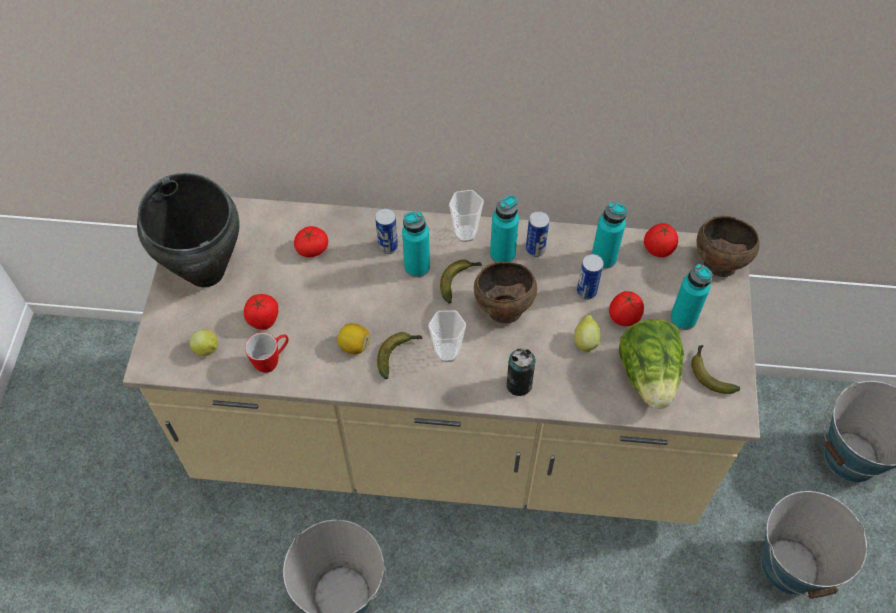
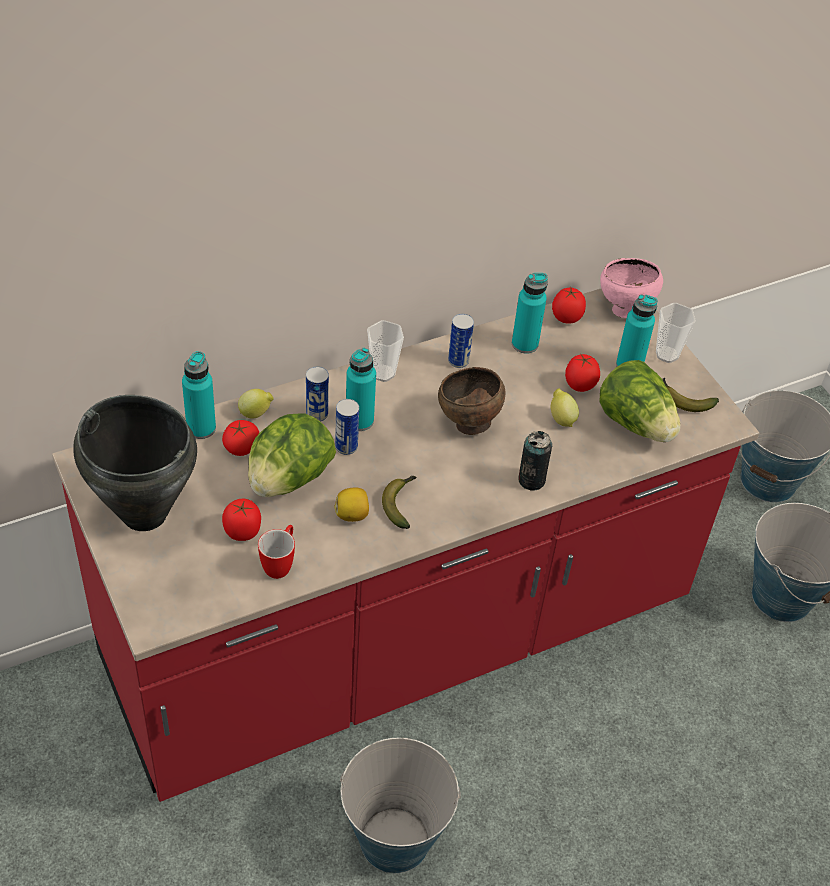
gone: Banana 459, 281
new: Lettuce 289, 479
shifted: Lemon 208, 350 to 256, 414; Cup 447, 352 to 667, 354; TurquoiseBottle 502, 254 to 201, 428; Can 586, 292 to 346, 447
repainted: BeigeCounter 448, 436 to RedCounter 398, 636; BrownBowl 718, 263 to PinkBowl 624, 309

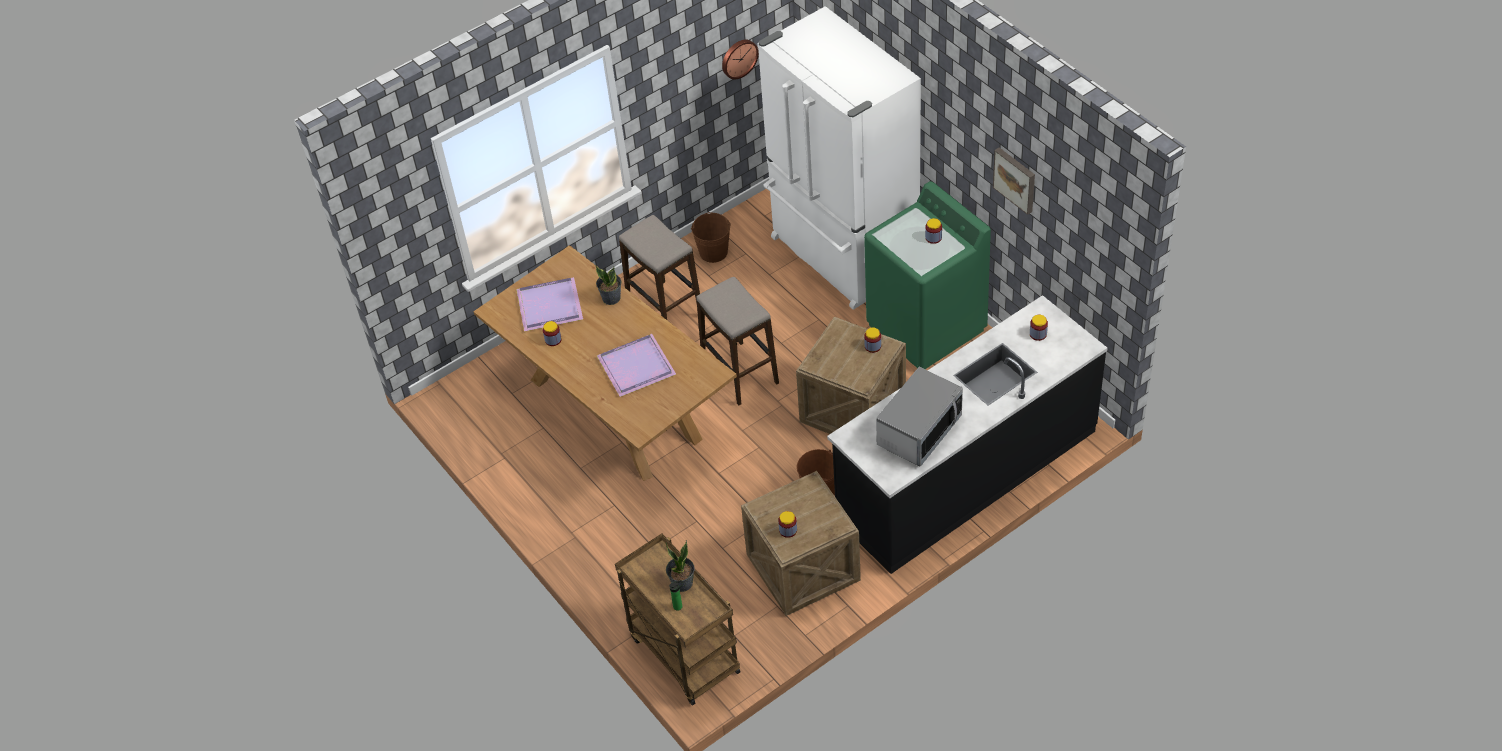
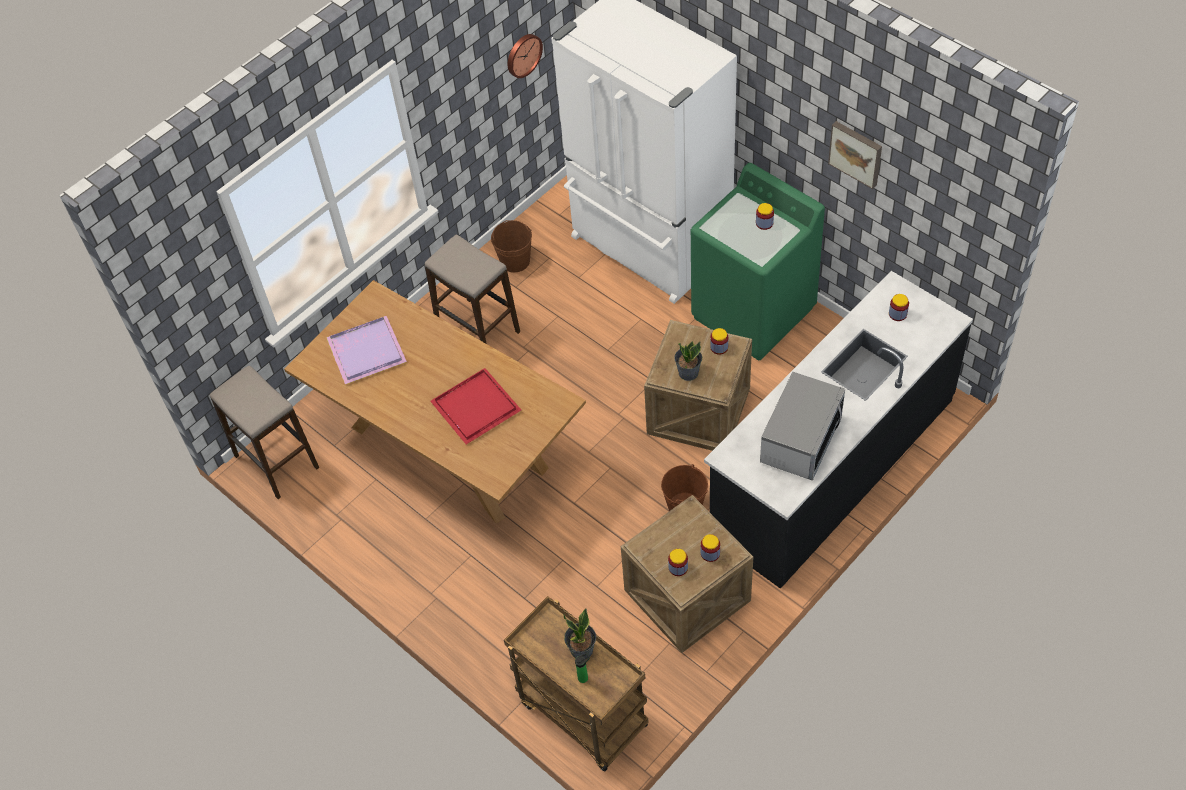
shifted: Jar 553, 340 to 710, 553; PottedPlant 611, 298 to 688, 372; Stool 740, 373 to 276, 461
repainted: PurpleTray 634, 366 to RedTray 474, 407

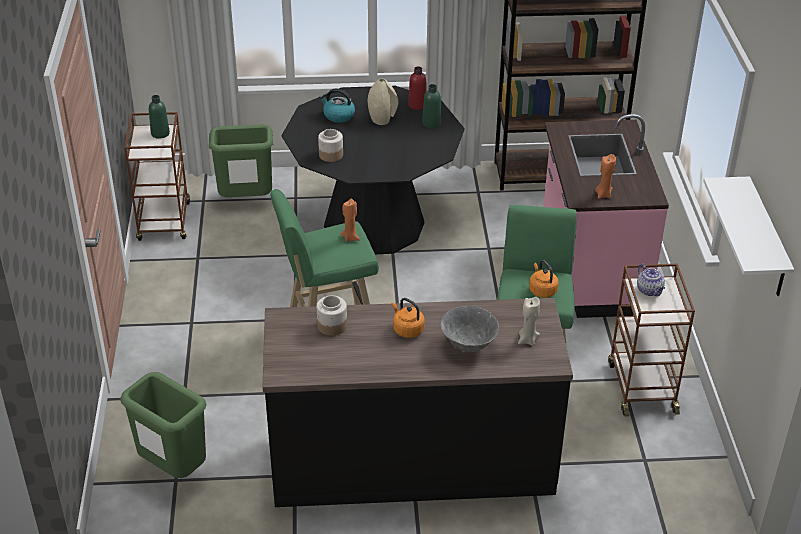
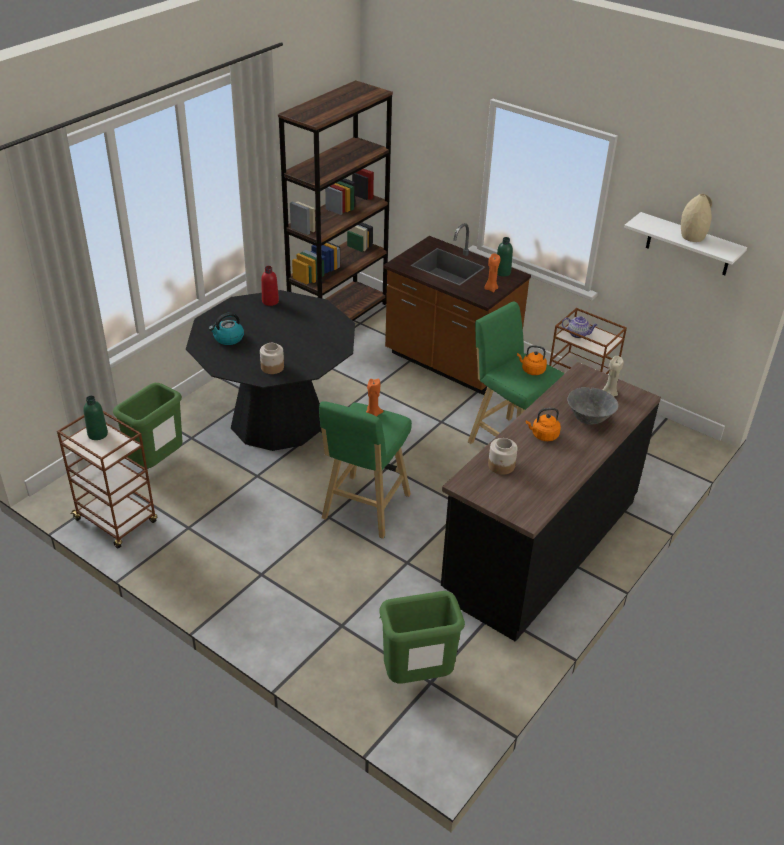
shifted: BeigeVase 382, 119 to 692, 237; GreenBottle 431, 123 to 502, 272
repainted: PinkCounter 590, 271 to BrownCounter 449, 364

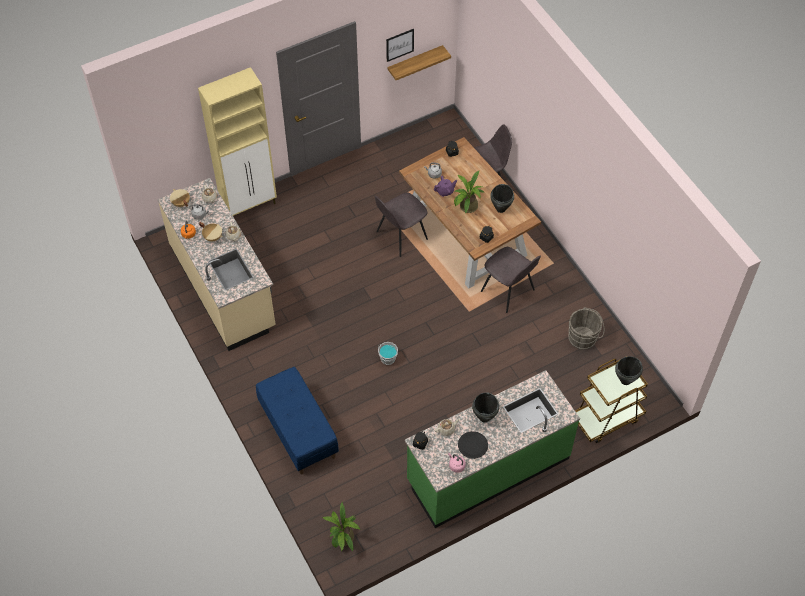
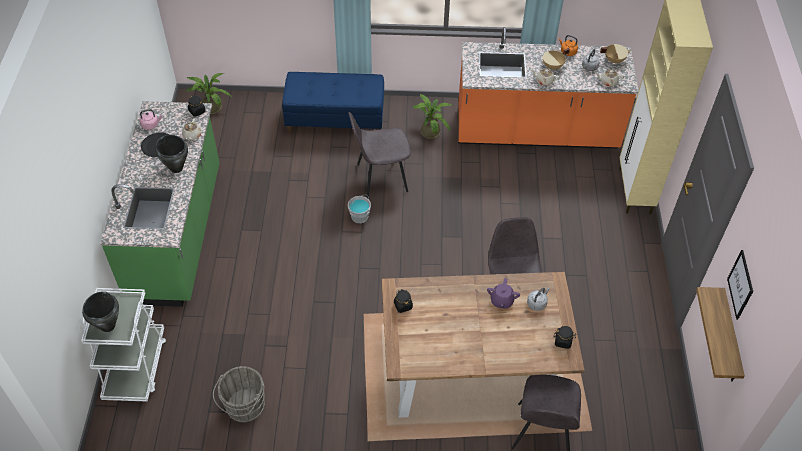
gone: BlackCookingPot 501, 209
shifted: PottedPlant 466, 208 to 430, 131; GreyChair 508, 291 to 380, 178
repainted: BeigeCounter 223, 287 to OrangeCounter 536, 132; BrownCart 606, 417 to WhiteCart 135, 367

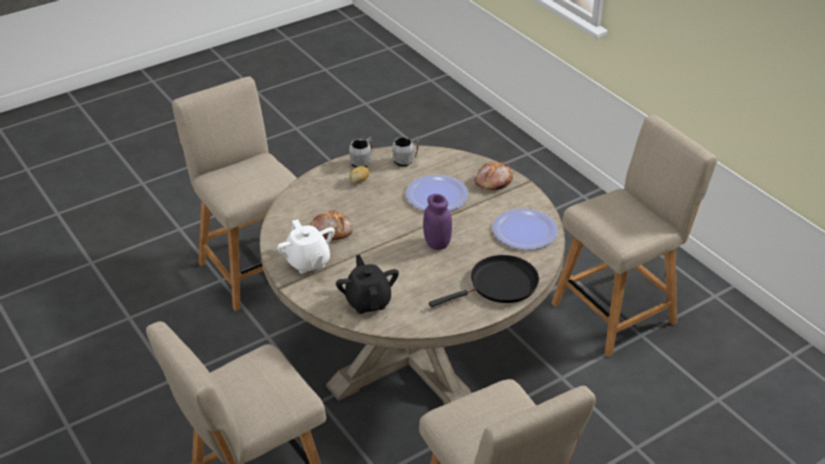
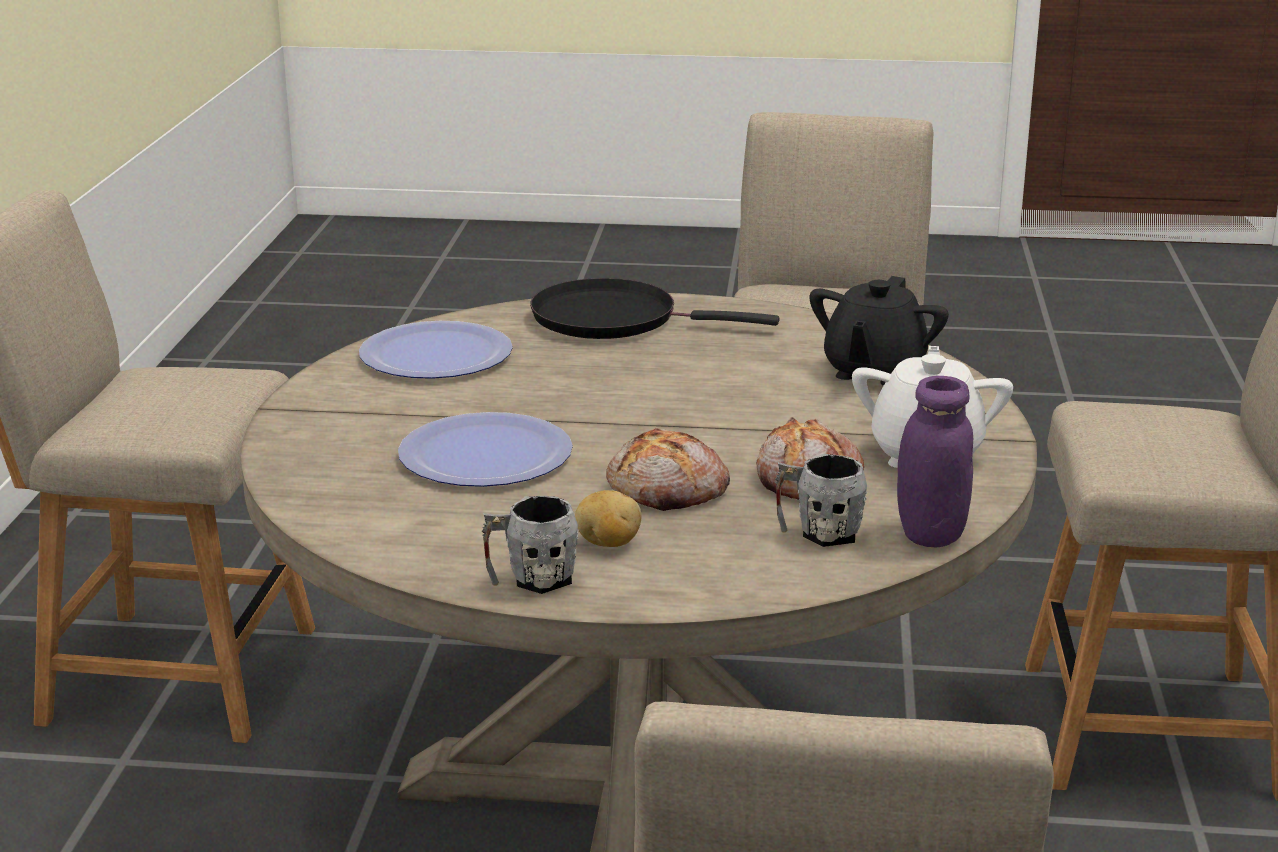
shifted: GreyMug 406, 160 to 819, 533; PurpleJar 437, 243 to 930, 534; Bread 493, 181 to 669, 490

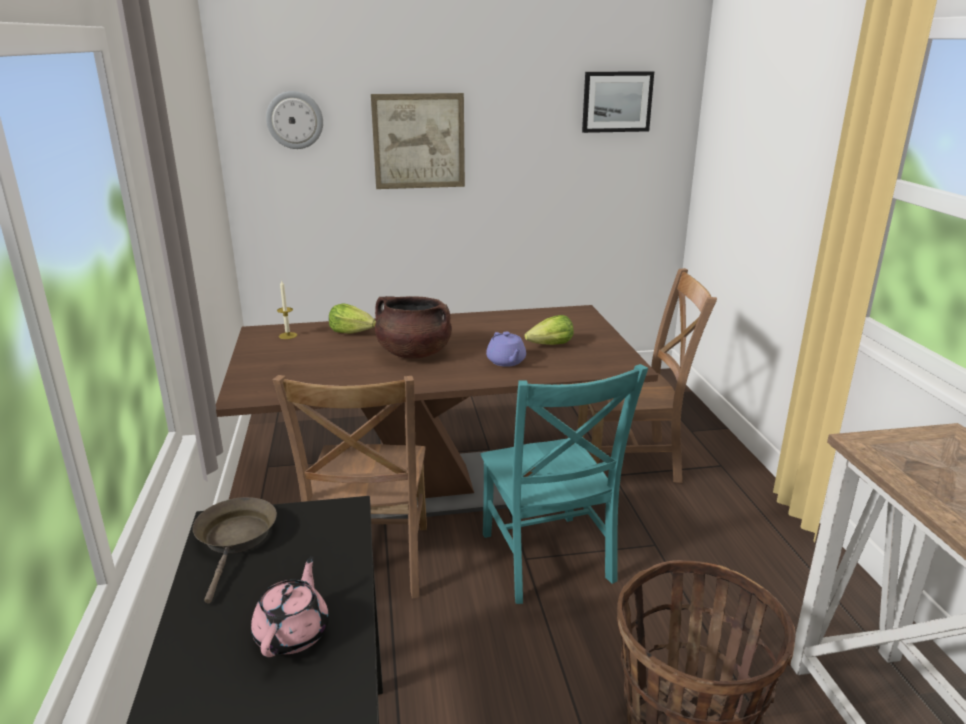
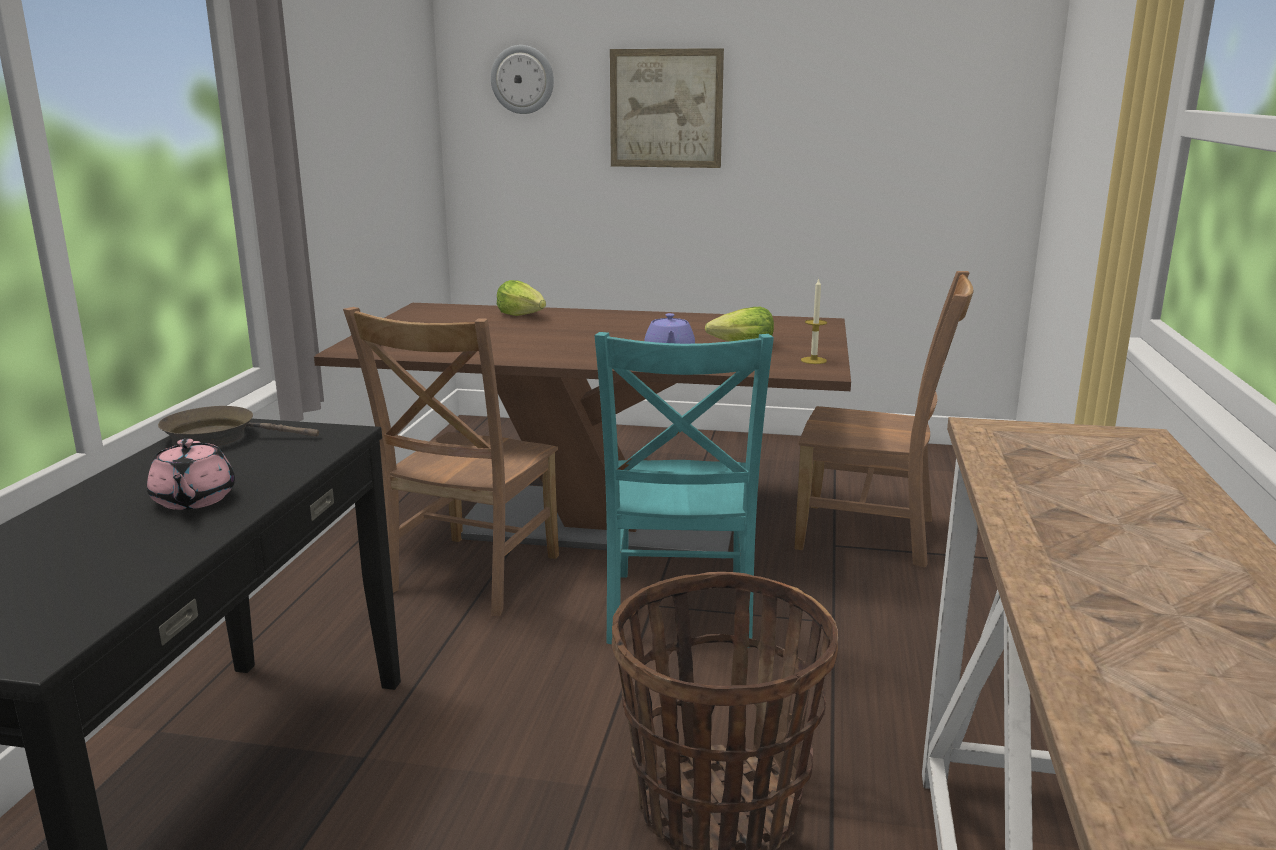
gone: BrownCookingPot 413, 353; Picture 617, 102
shifted: Candle 288, 335 to 813, 360
rotated: BrownFryingPan 236, 539 = 218, 437 105 degrees counterclockwise; PinkTeapot 293, 632 = 193, 500 135 degrees clockwise

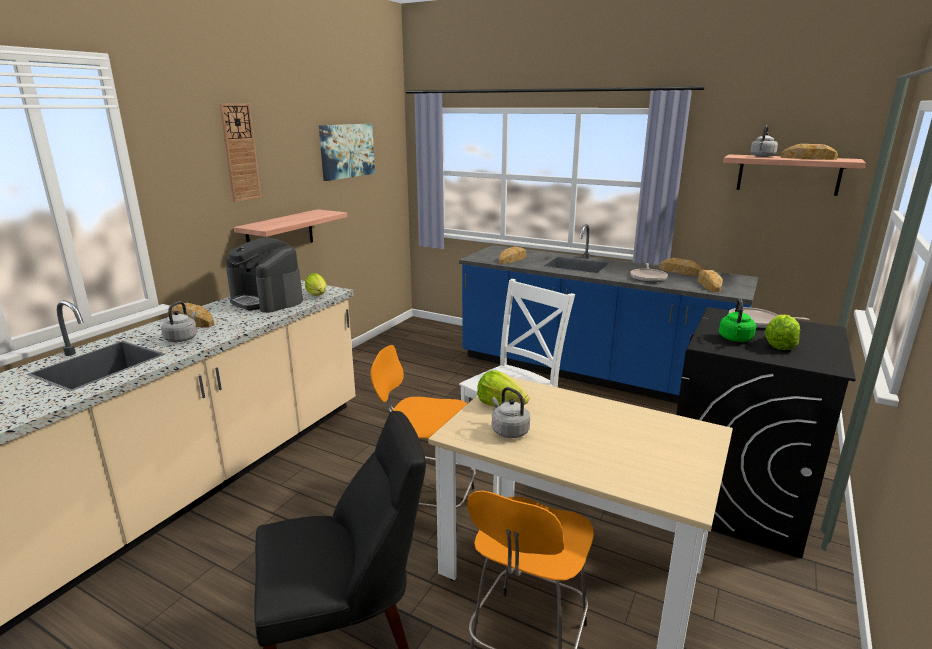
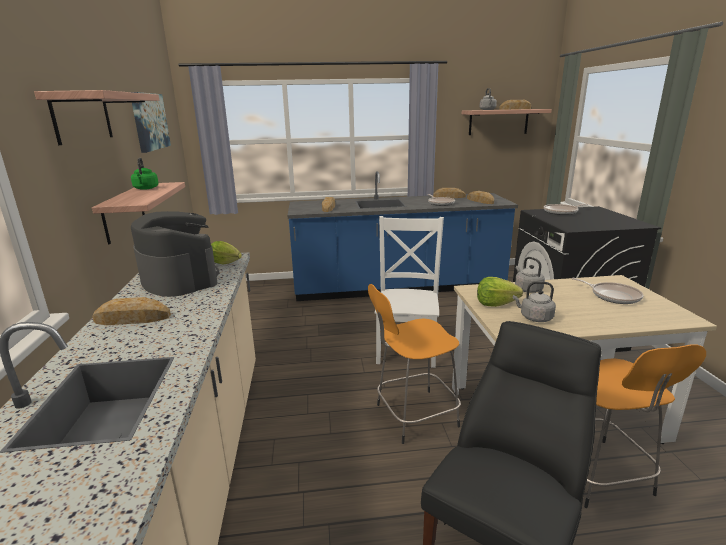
gone: Lettuce 780, 345
new: FryingPan 612, 296
shifted: GreyKettle 182, 338 to 527, 289; GreenKettle 735, 339 to 146, 188
swapped: WallClock 240, 152 to Shelf 82, 117
rotated: CoffeeMachine 267, 300 = 179, 279 135 degrees counterclockwise

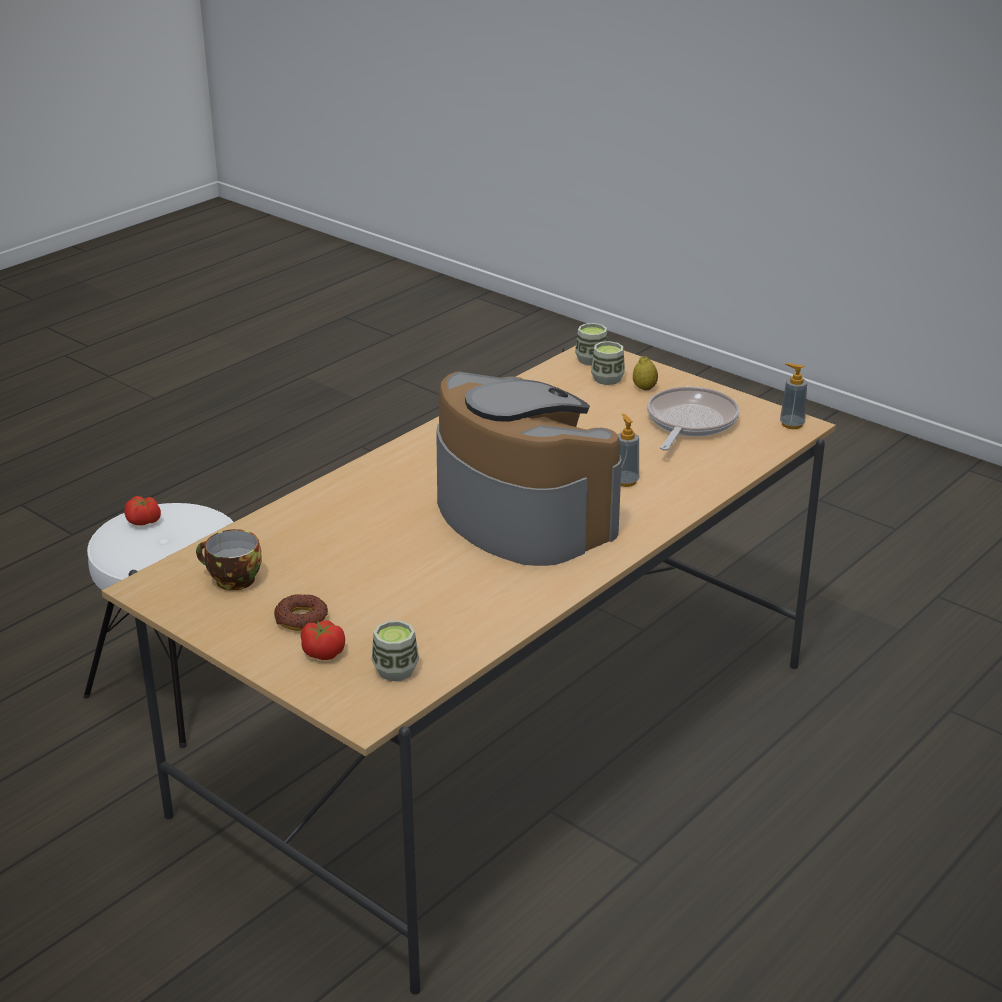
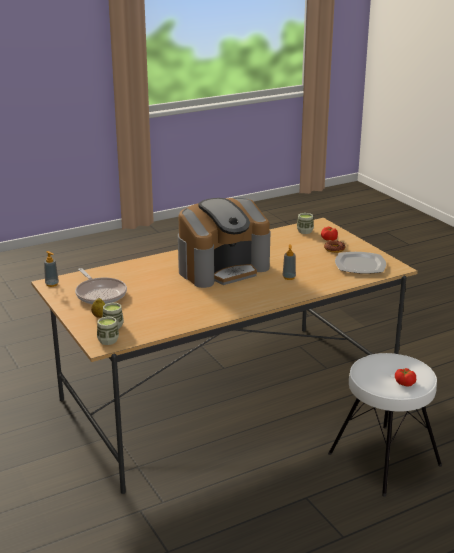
shifted: SoapDispenser 625, 481 to 289, 277
swapped: Cup 232, 580 to Plate 360, 265
rotated: CoffeeMachine 521, 515 = 223, 268 105 degrees counterclockwise; FryingPan 689, 422 = 100, 294 75 degrees counterclockwise

